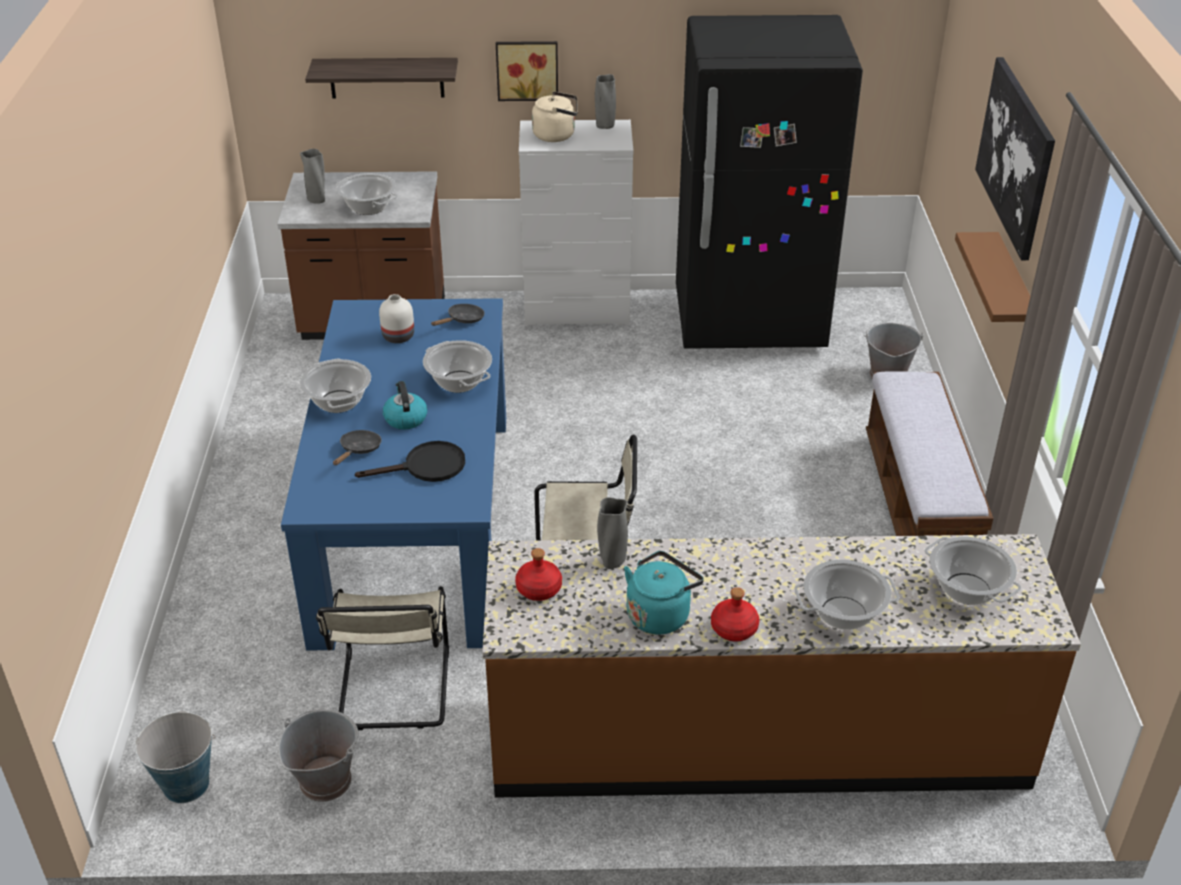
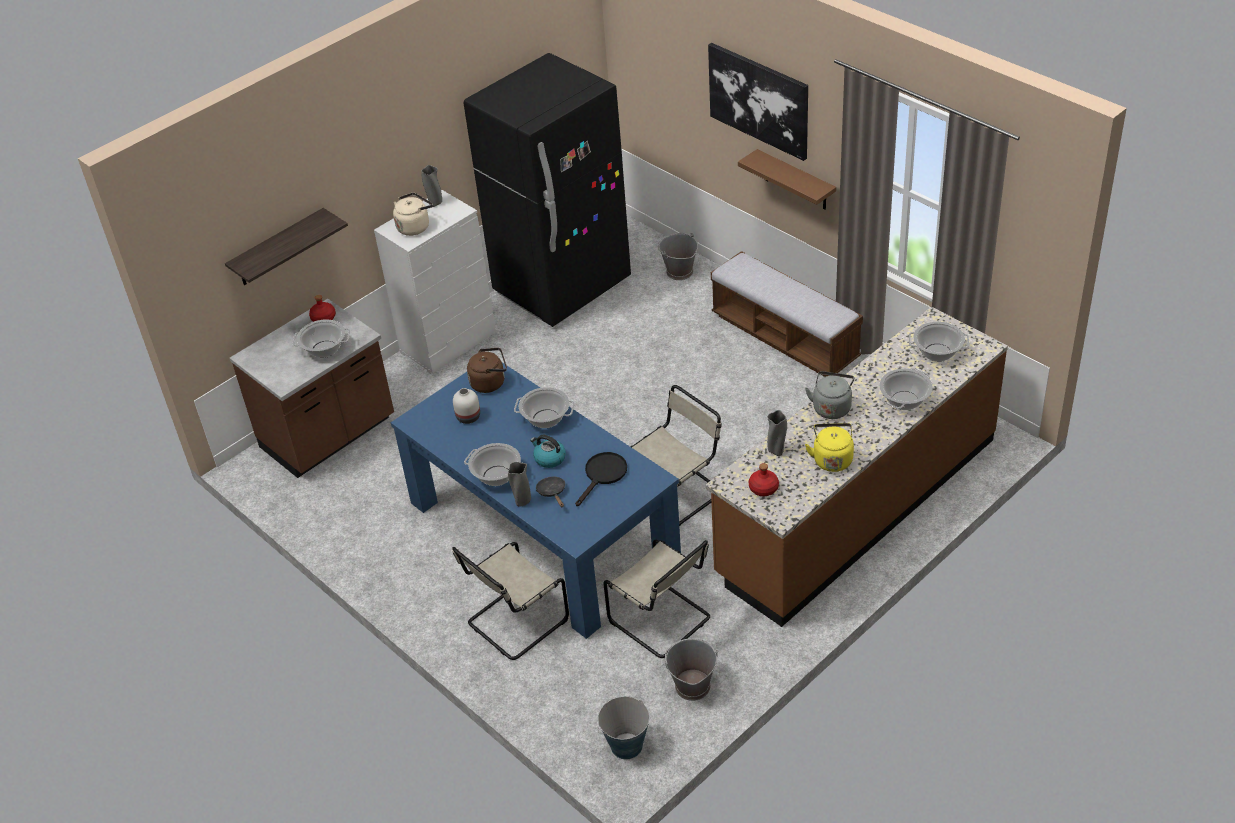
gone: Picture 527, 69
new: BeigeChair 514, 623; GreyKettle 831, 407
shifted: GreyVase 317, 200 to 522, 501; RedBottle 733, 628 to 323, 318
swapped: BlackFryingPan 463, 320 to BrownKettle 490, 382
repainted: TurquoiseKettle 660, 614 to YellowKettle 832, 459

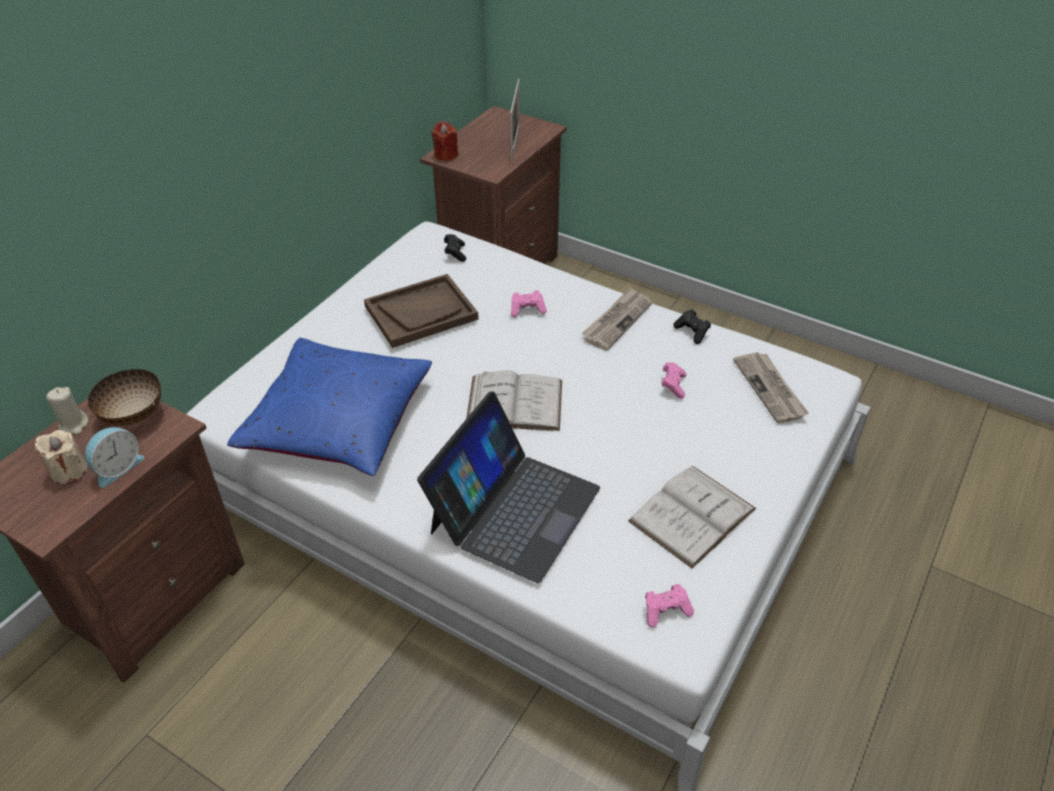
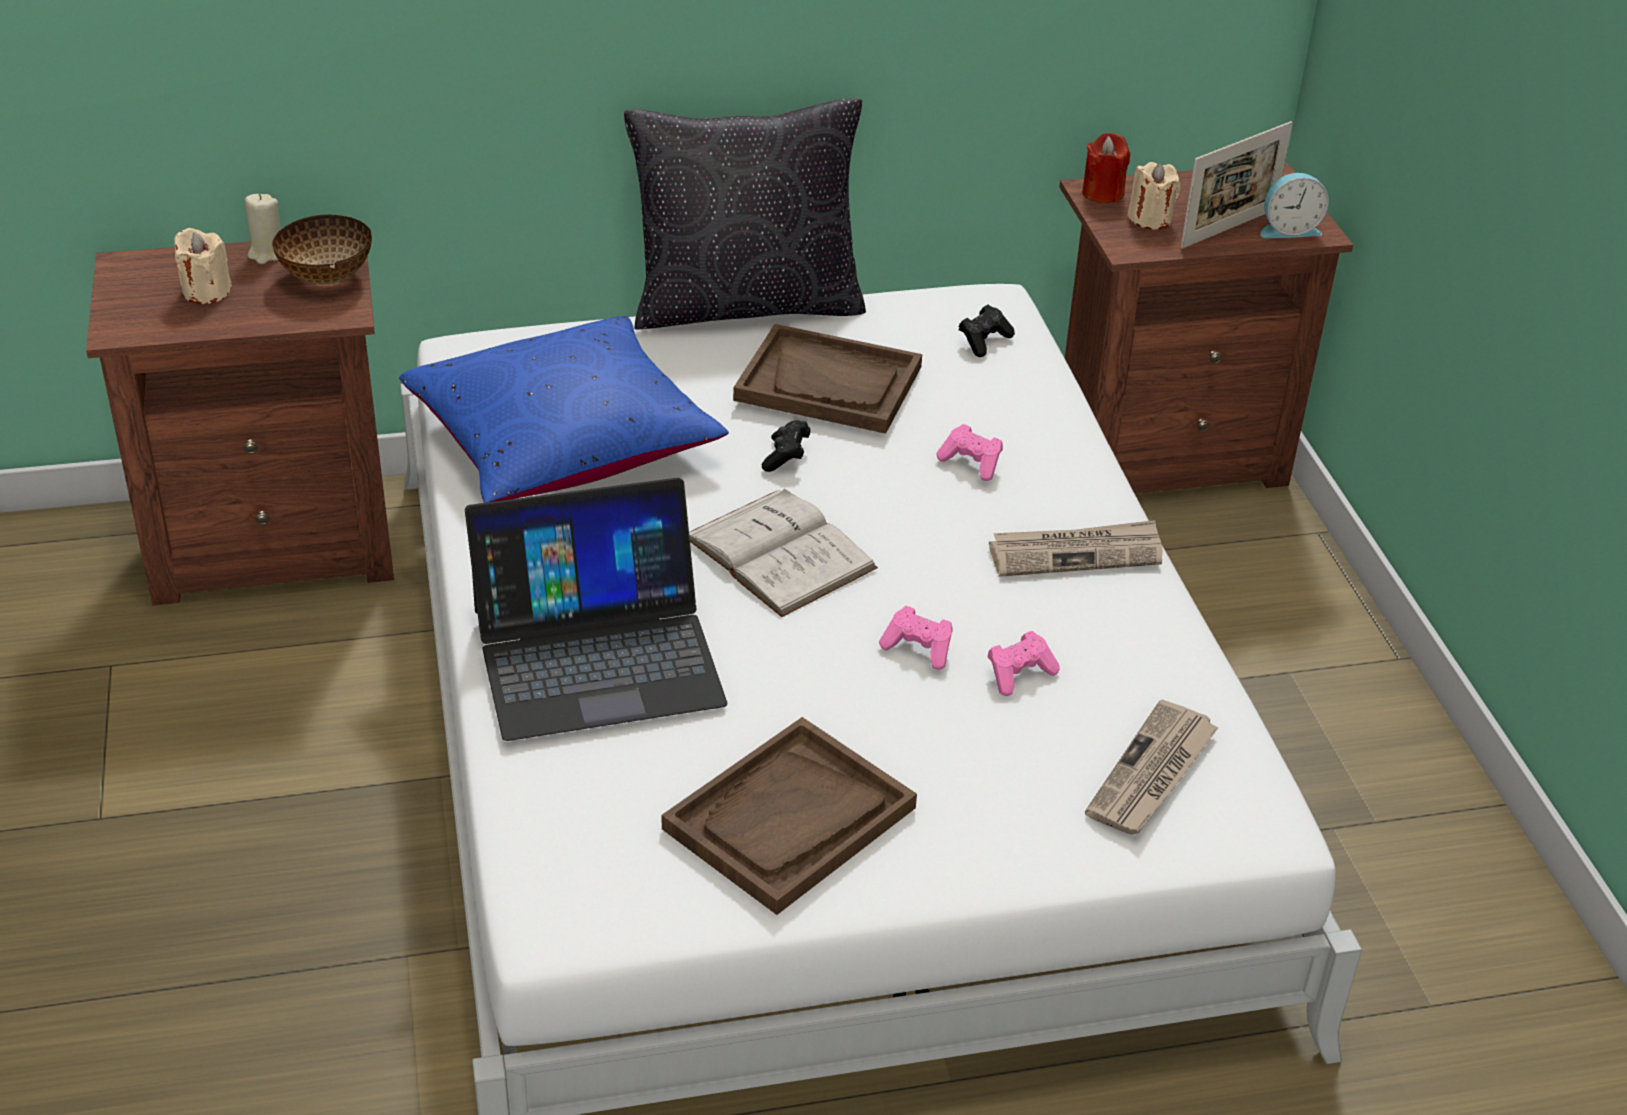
new: BlackPillow 746, 304; BeigeCandle 1150, 219
shifted: AlarmClock 117, 467 to 1288, 229; PinkGameController 666, 610 to 919, 649; BlackGameController 692, 332 to 786, 457
swapped: WhiteBook 692, 515 to BrownTray 789, 819

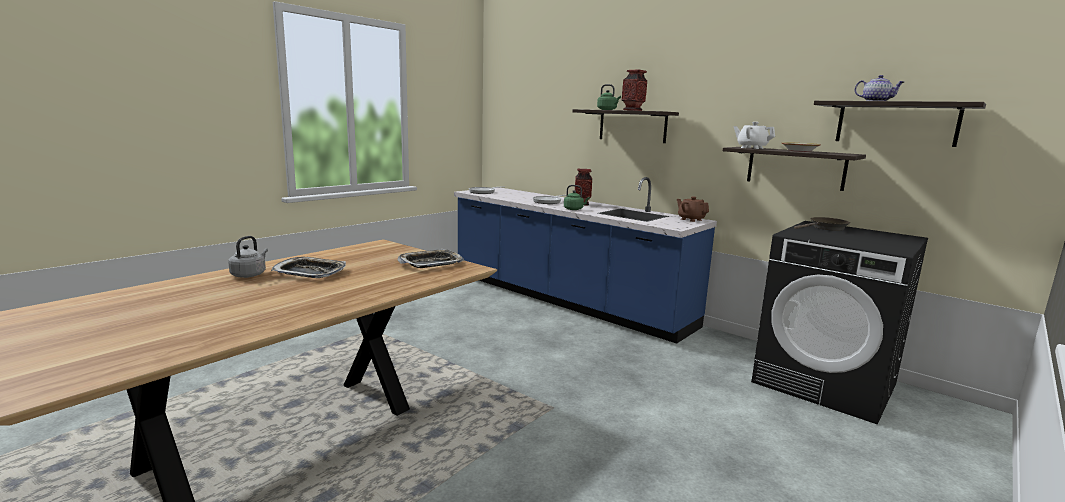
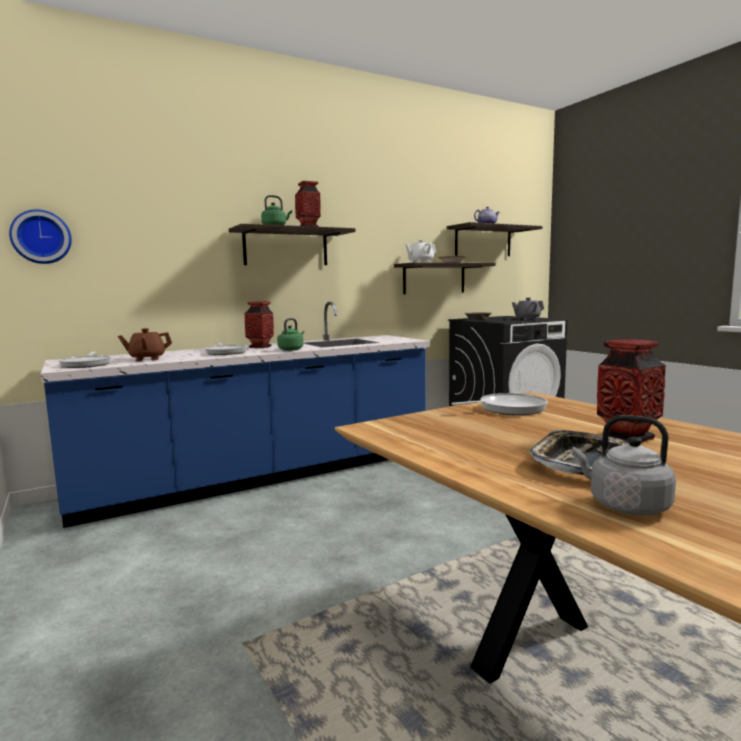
new: WallClock 41, 237; GreyTeapot 527, 319; Vase 627, 438
shifted: BrownTeapot 691, 219 to 147, 359
swapped: Tray 431, 263 to FryingPan 508, 409

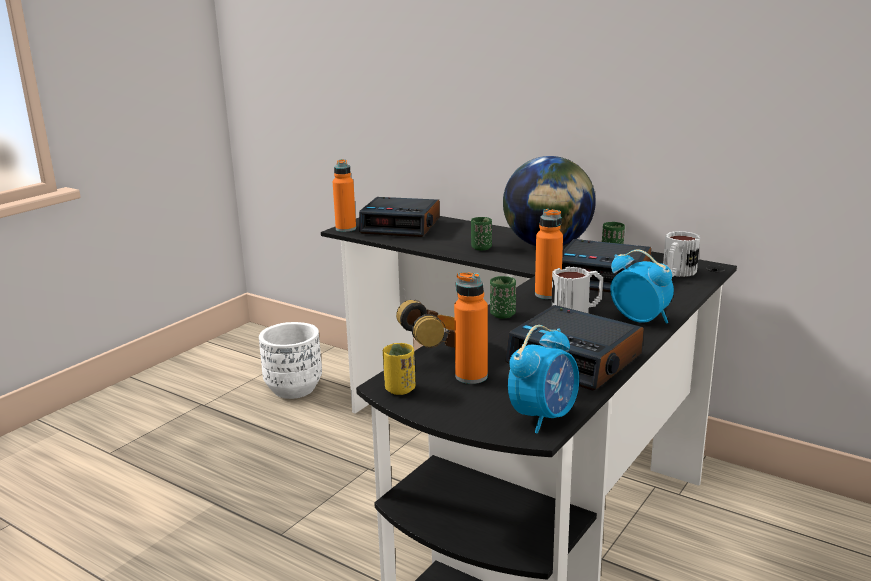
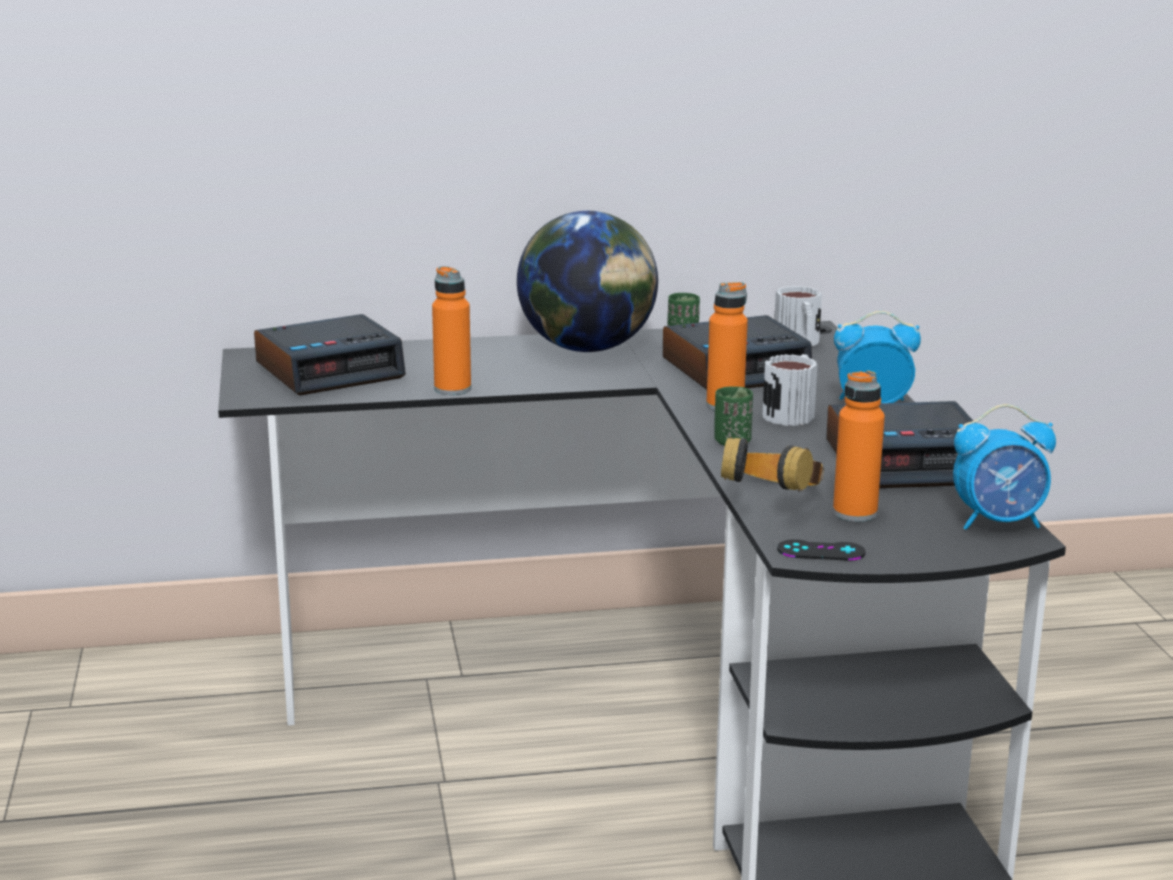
gone: WhitePlanter 294, 389; GreenCup 481, 248
shifted: OrangeBottle 346, 229 to 452, 389
swapped: YellowCup 400, 389 to BlackGameController 821, 551
rotated: AlarmClock 544, 417 = 999, 522 90 degrees clockwise

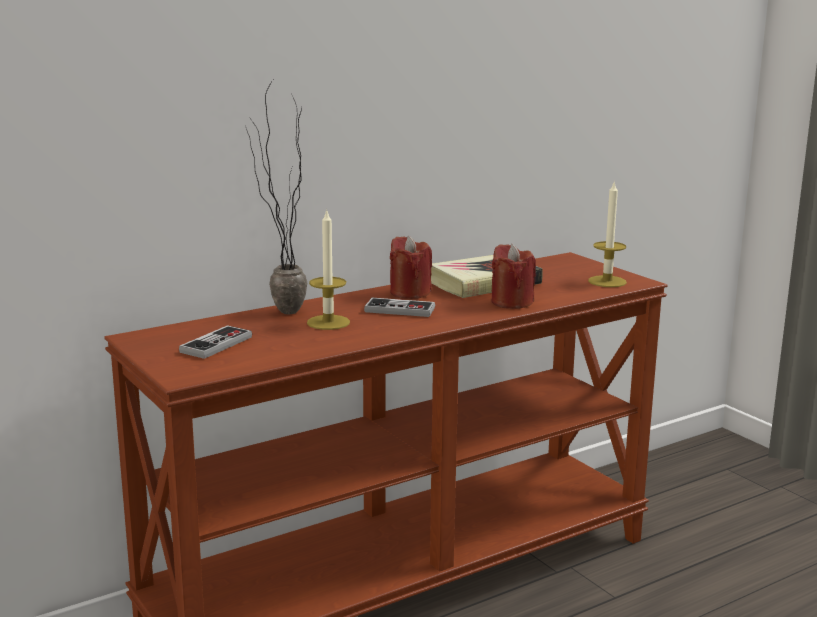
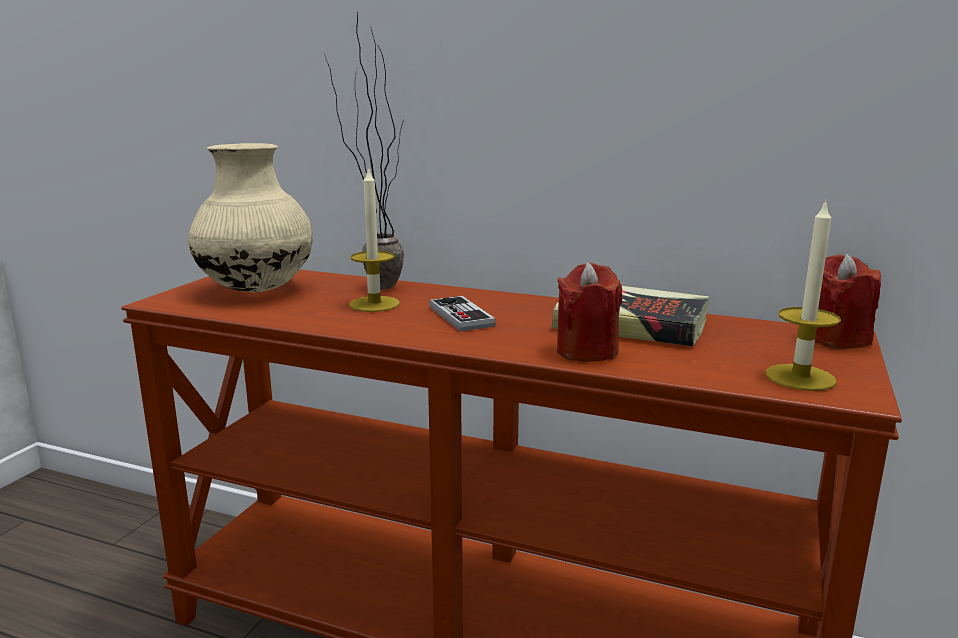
shifted: RedCandle 410, 293 to 837, 339
swapped: GameController 216, 344 to BeigeVase 257, 290

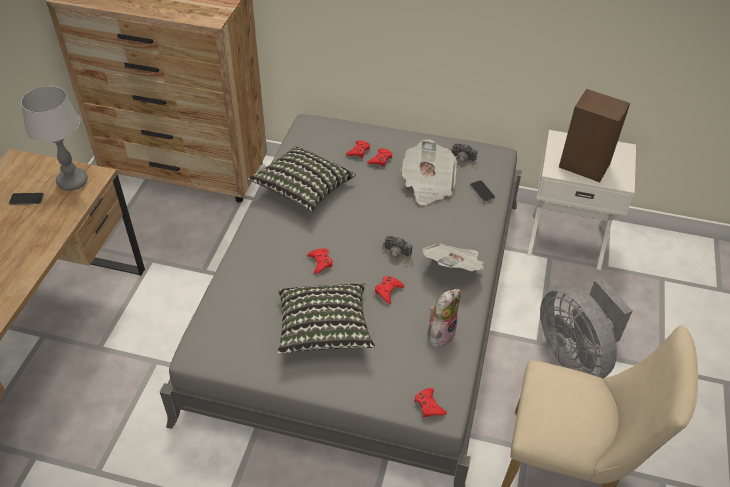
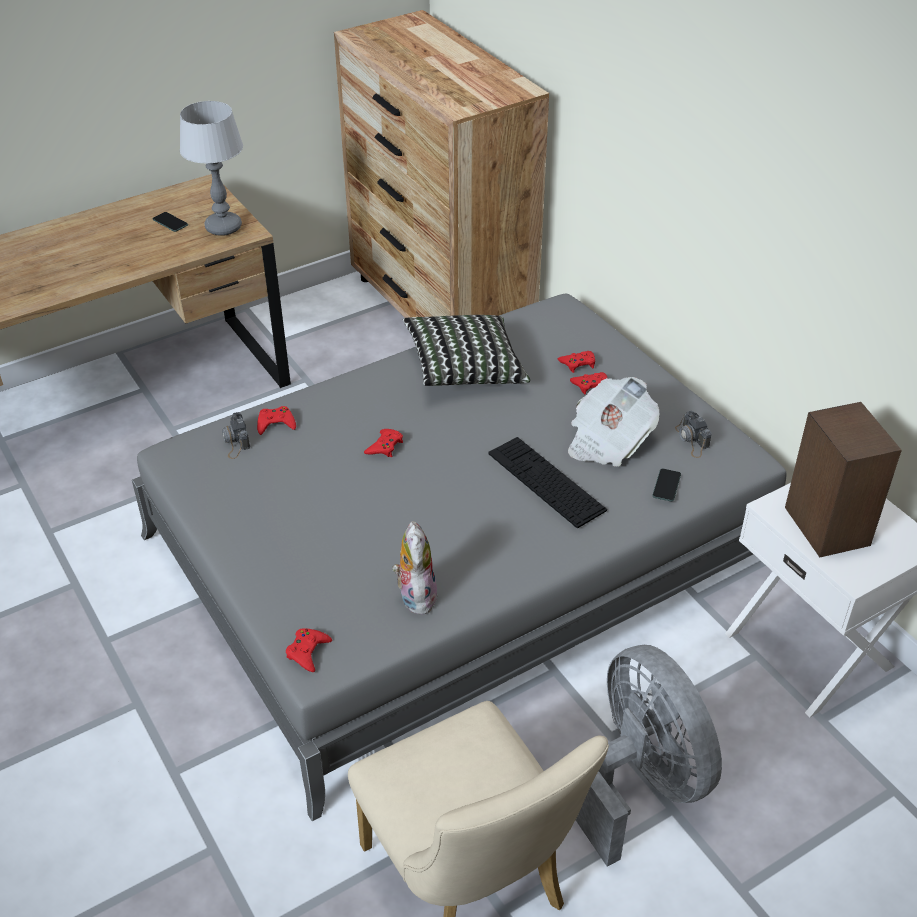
gone: Pillow 324, 329; Newspaper 454, 268
new: Keyboard 546, 481
shifted: RedGameController 388, 291 to 276, 424; PhotoCamera 398, 254 to 235, 441
rotated: PlushToy 440, 333 = 415, 595 90 degrees counterclockwise; GreyFan 574, 354 = 639, 782 135 degrees clockwise

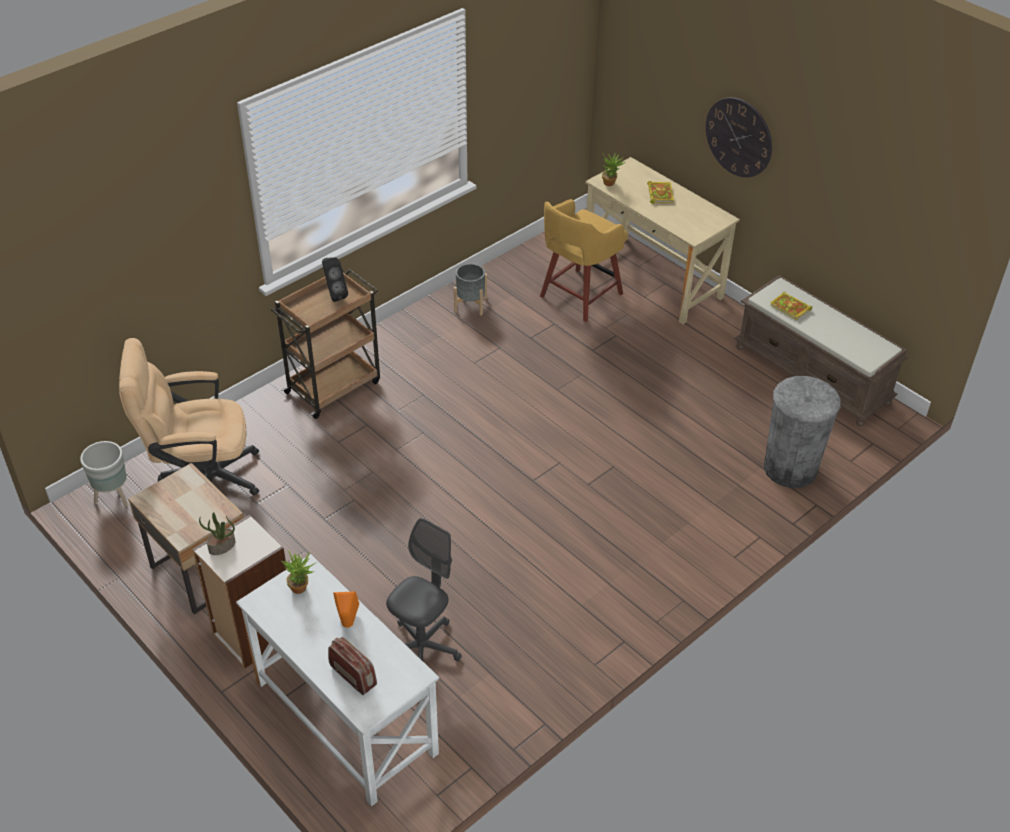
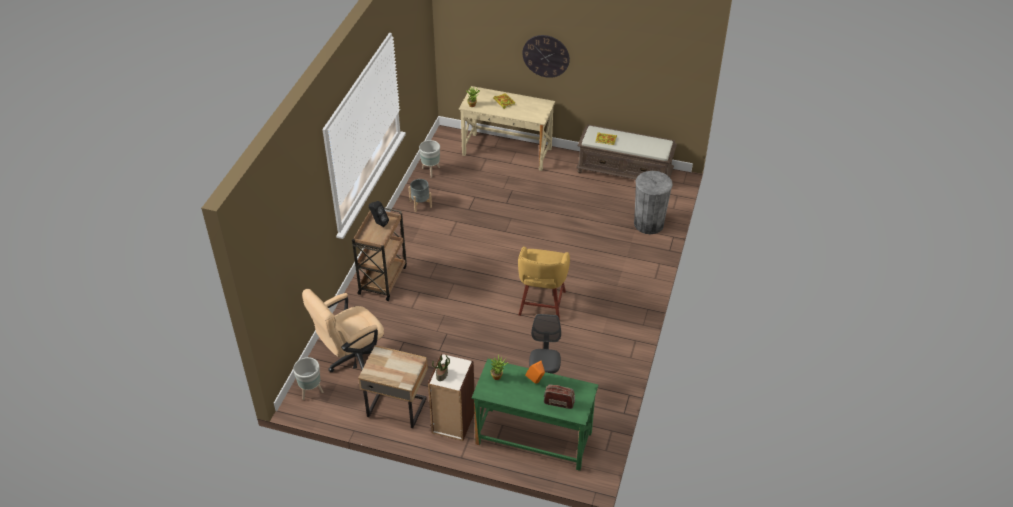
new: GreyPlanter 431, 171
shifted: YellowStool 579, 296 to 541, 304
repainted: WhiteDesk 345, 718 to GreenDesk 533, 438

